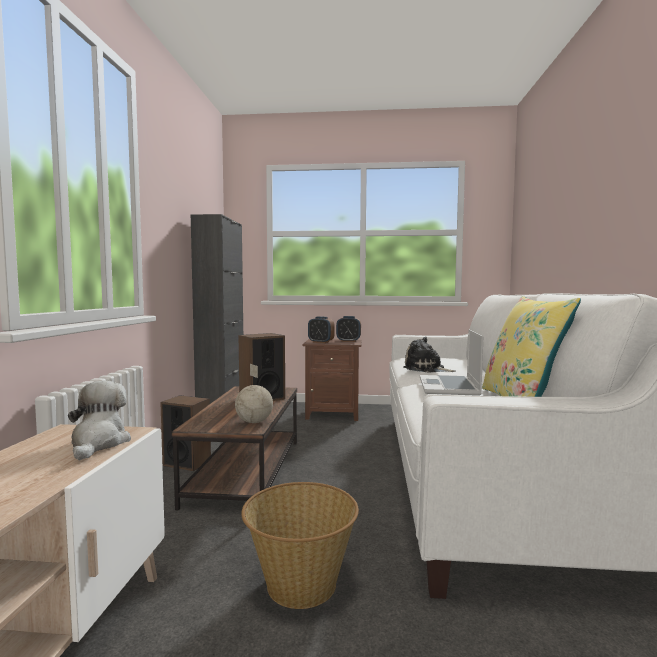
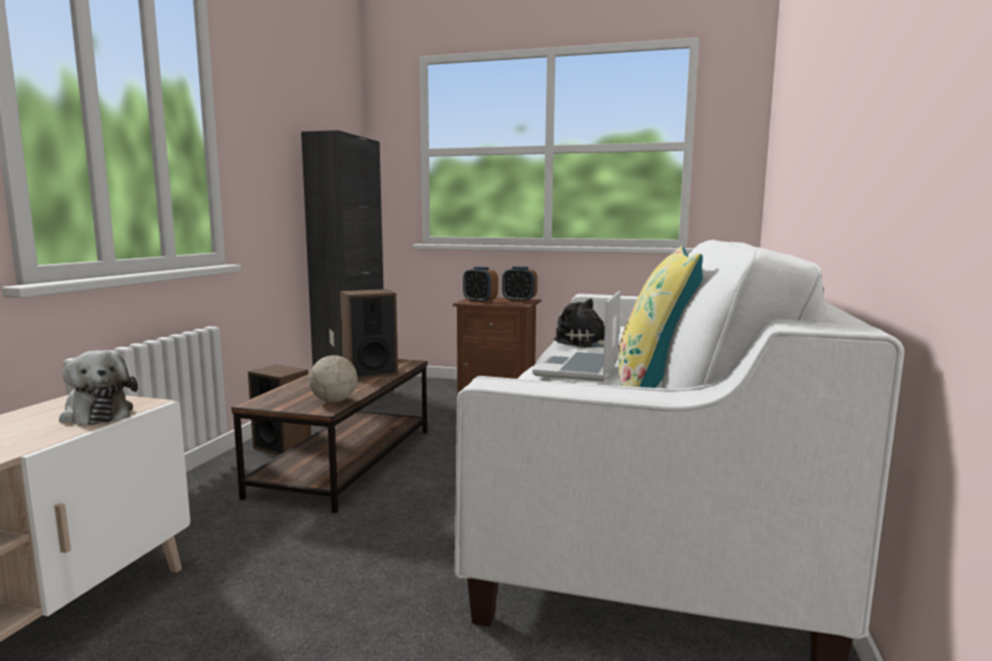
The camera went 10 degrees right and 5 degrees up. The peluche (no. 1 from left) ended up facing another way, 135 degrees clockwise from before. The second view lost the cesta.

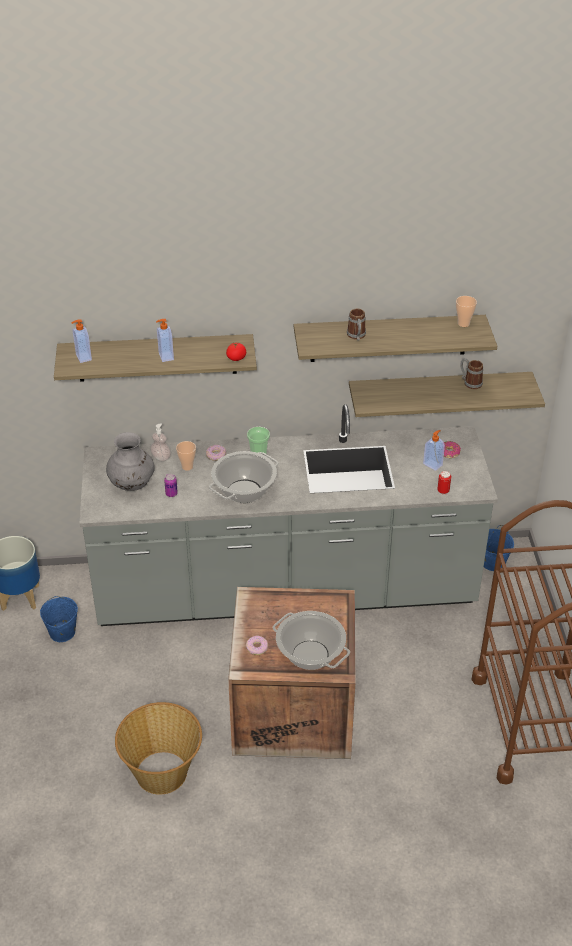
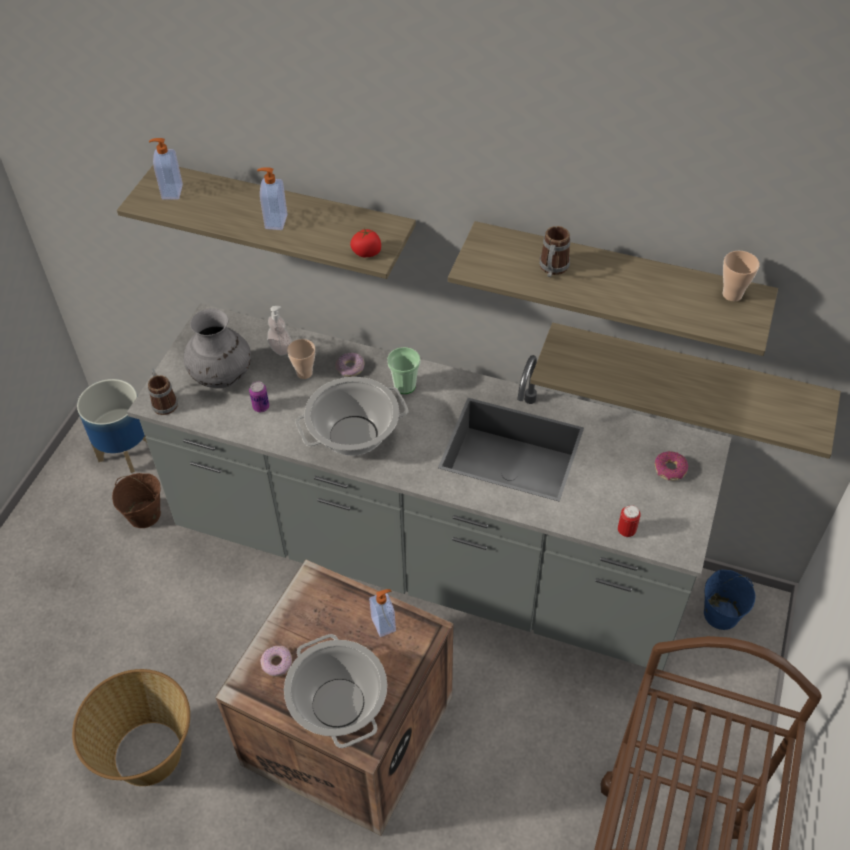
The camera went 25 degrees right and 10 degrees up. The taza grande (no. 2 from left in the first image) ended up elsewhere. The dispensador de jabón (no. 4 from left) ended up elsewhere. What was the cubo/azul (no. 1 from left) turned into the cubo/marrón.

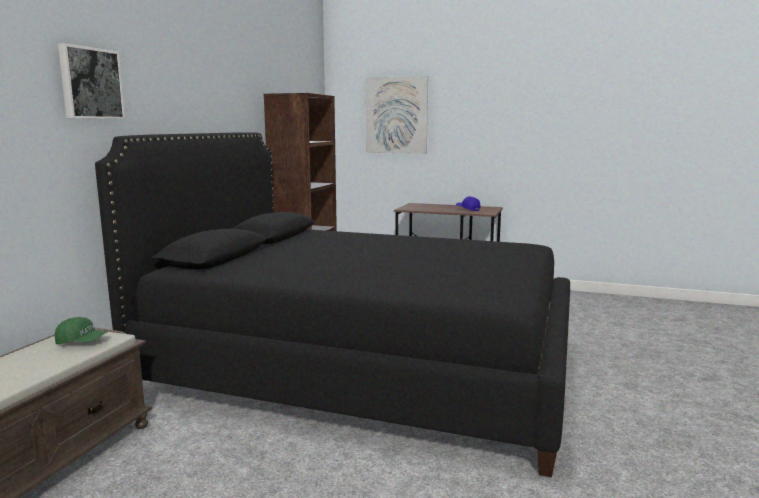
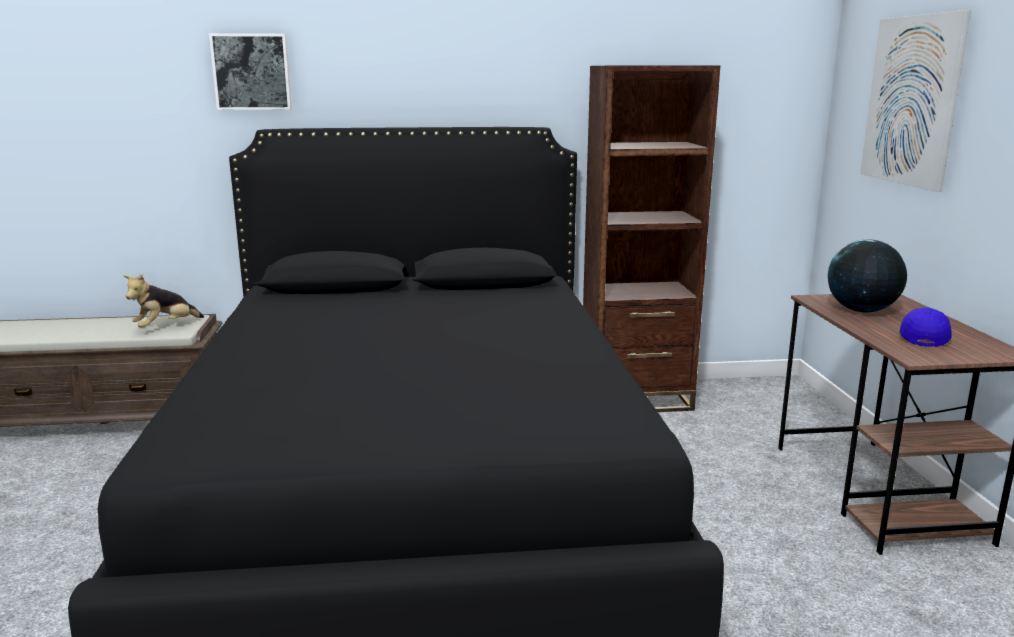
The camera went 65 degrees right and 5 degrees up. Where the gorra/verde stood, the peluche came to stand. The second view gained the globo terráqueo.

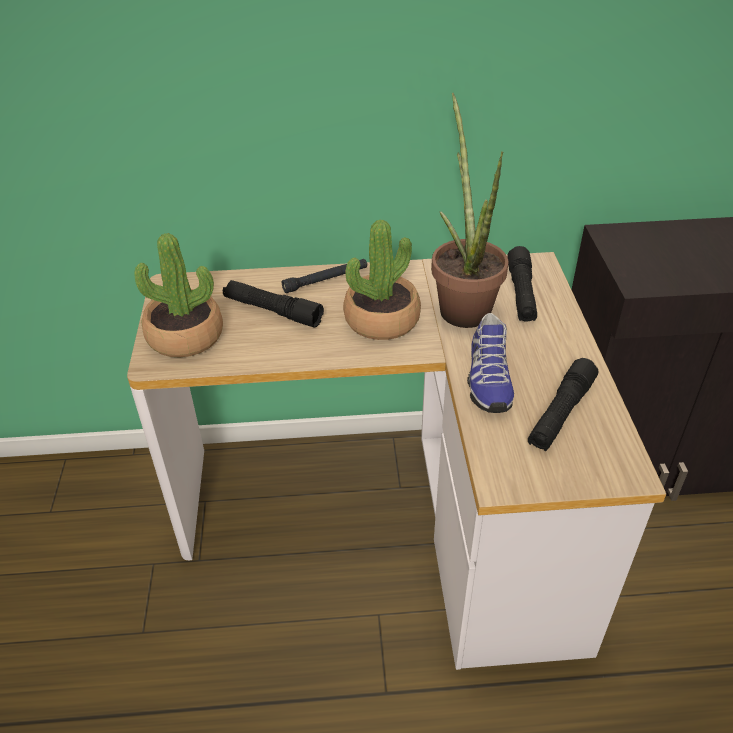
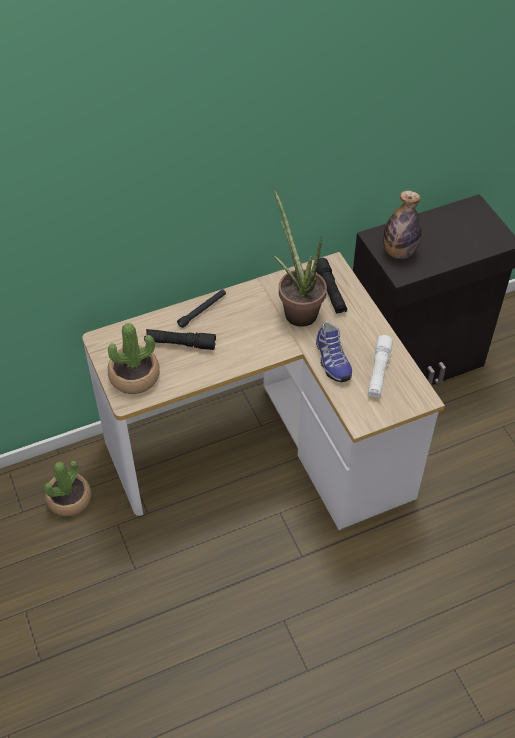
The camera went 20 degrees left and 10 degrees up. The planta en maceta (no. 2 from left in the first image) ended up elsewhere. What was the linterna/negro (no. 4 from left) turned into the linterna/blanco. The second view gained the botella.

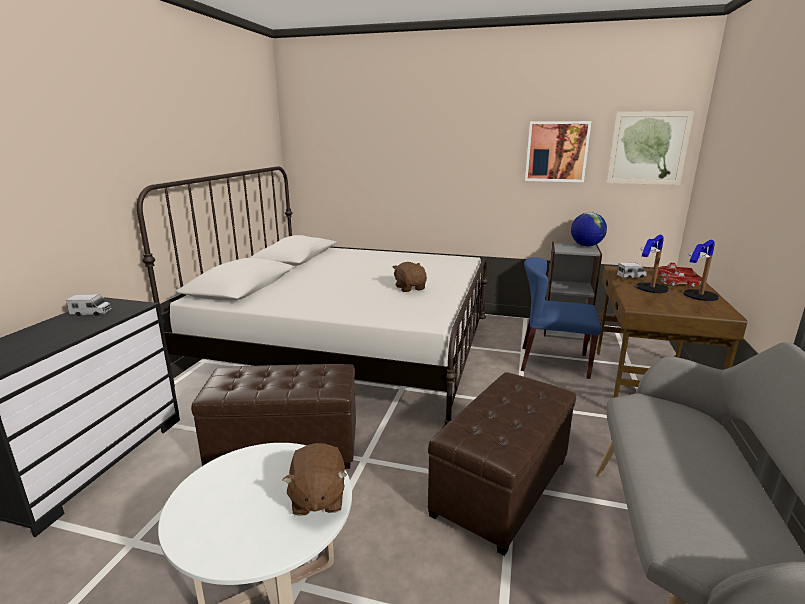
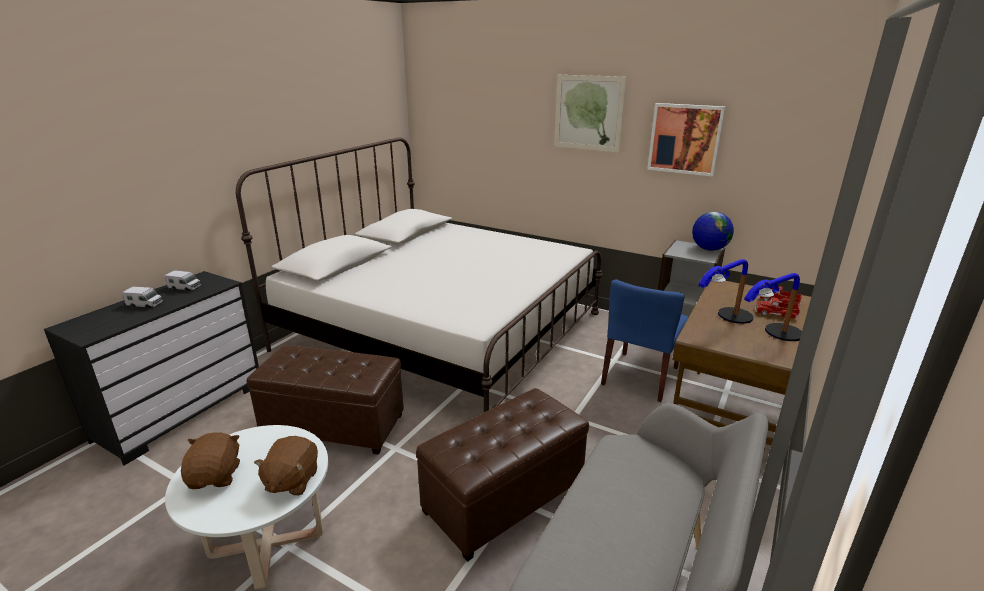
The camera went 15 degrees right and 5 degrees up. The cuadro (no. 2 from left in the first image) ended up elsewhere. The silla/azul ended up facing another way, 90 degrees counterclockwise from before. The peluche/marrón (no. 2 from left in the first image) ended up elsewhere. The camión de juguete (no. 2 from left in the first image) ended up elsewhere.

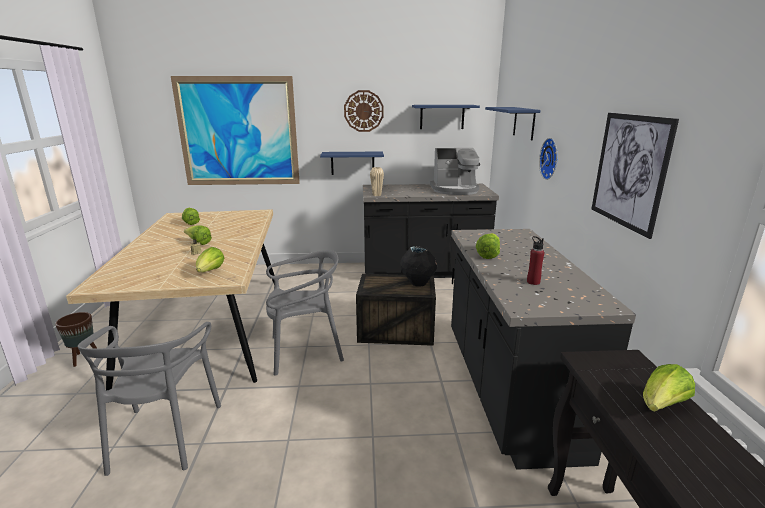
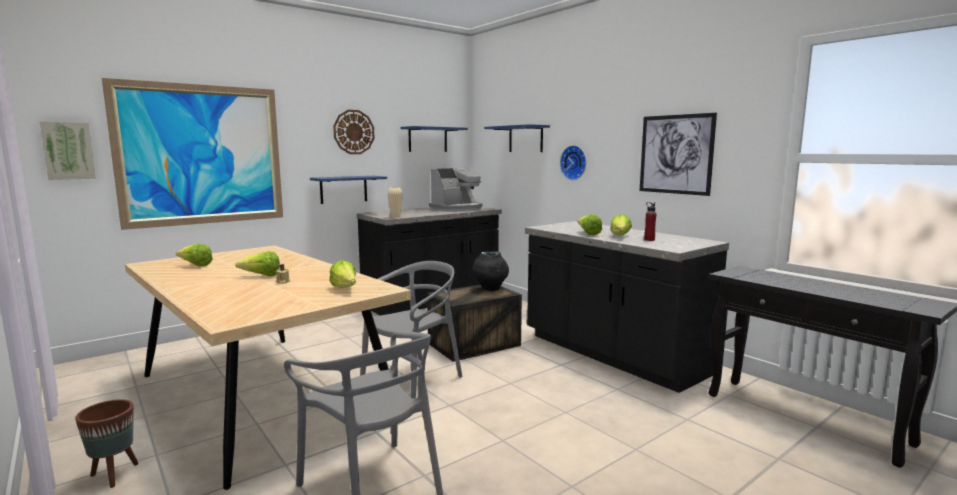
The camera went 35 degrees left and 10 degrees down. The lechuga (no. 5 from left) ended up elsewhere. The second view gained the cuadro (no. 1 from left).

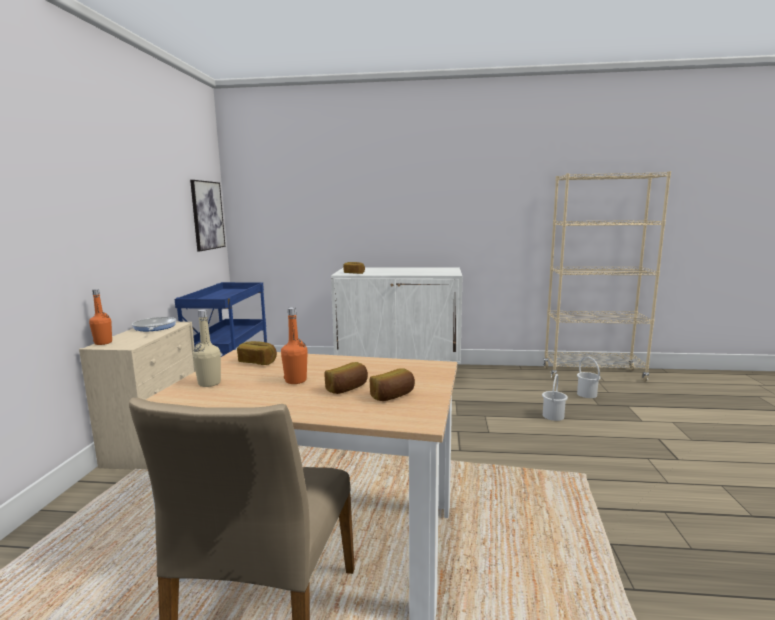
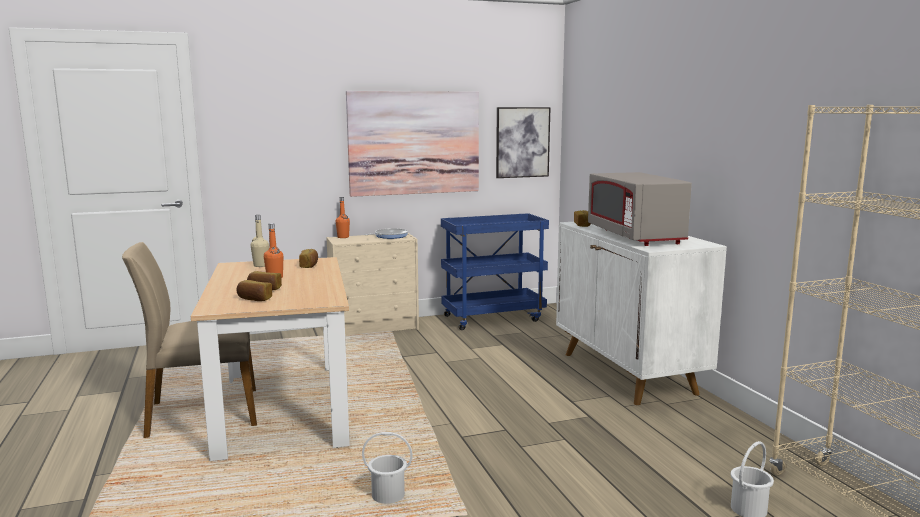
The camera went 65 degrees right and 0 degrees up. The cubo/blanco (no. 1 from left) ended up elsewhere. The second view gained the cuadro (no. 1 from left). The second view gained the microondas/gris.

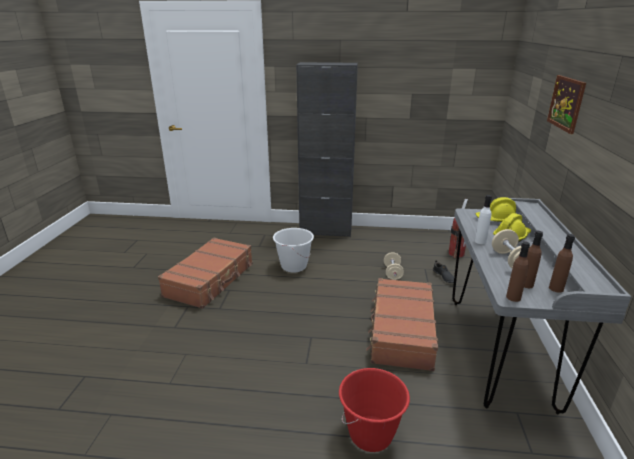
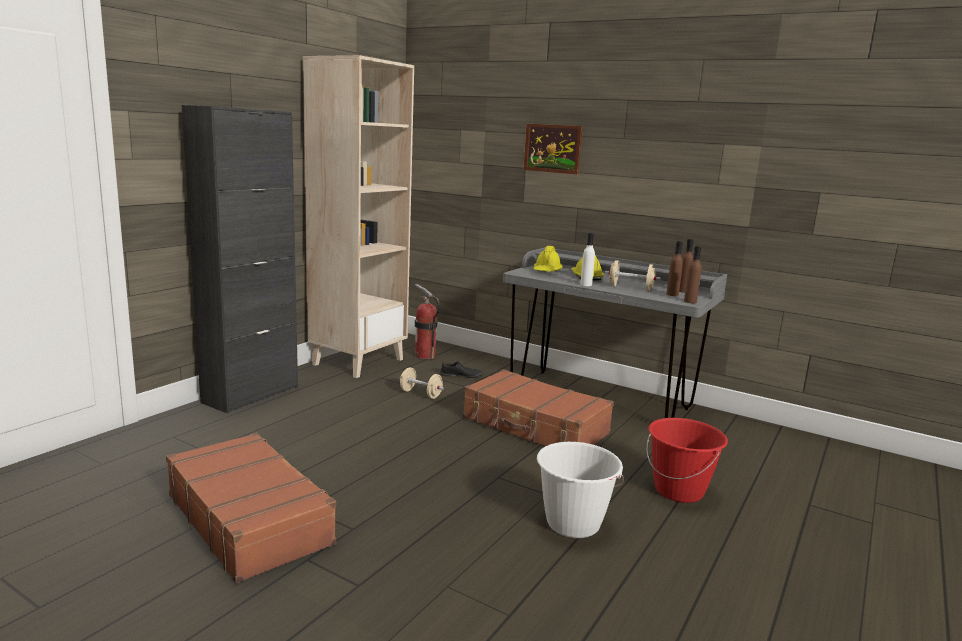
The camera went 65 degrees left and 10 degrees down. The cubo/blanco ended up elsewhere. The second view gained the estantería/beis.

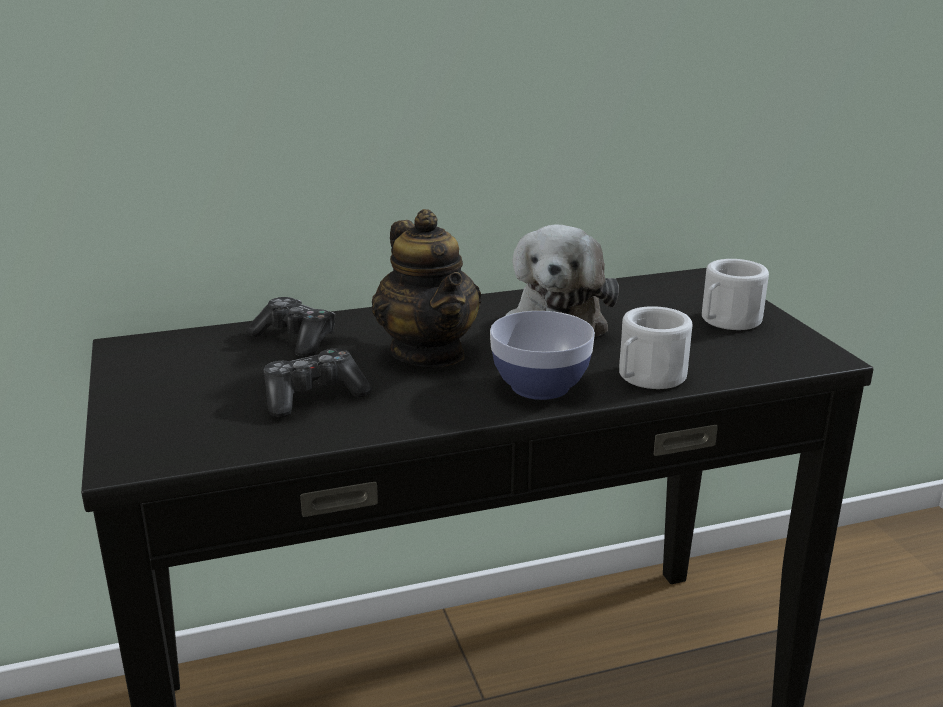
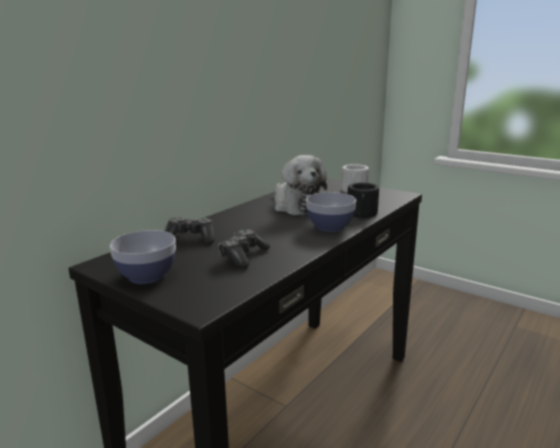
The camera went 35 degrees left and 5 degrees down. The second view lost the tetera. What was the taza grande/blanco (no. 1 from left) turned into the taza grande/negro. The second view gained the cuenco (no. 1 from left).

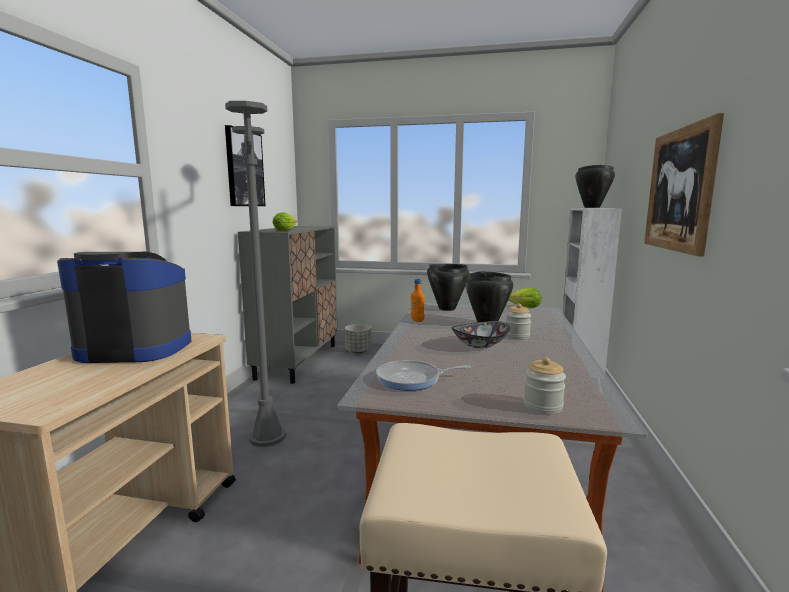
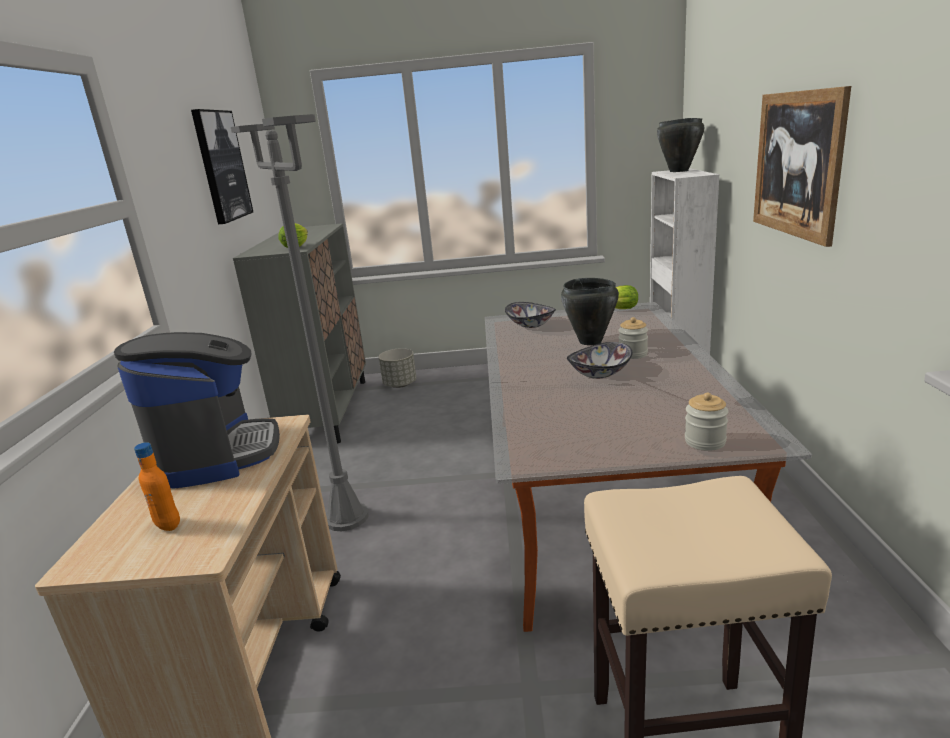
The camera went 10 degrees left and 10 degrees up. The cafetera ended up facing another way, 90 degrees clockwise from before. Where the olla/negro (no. 1 from left) stood, the cuenco (no. 1 from left) came to stand. The botella/naranja ended up elsewhere. The second view lost the sartén.

